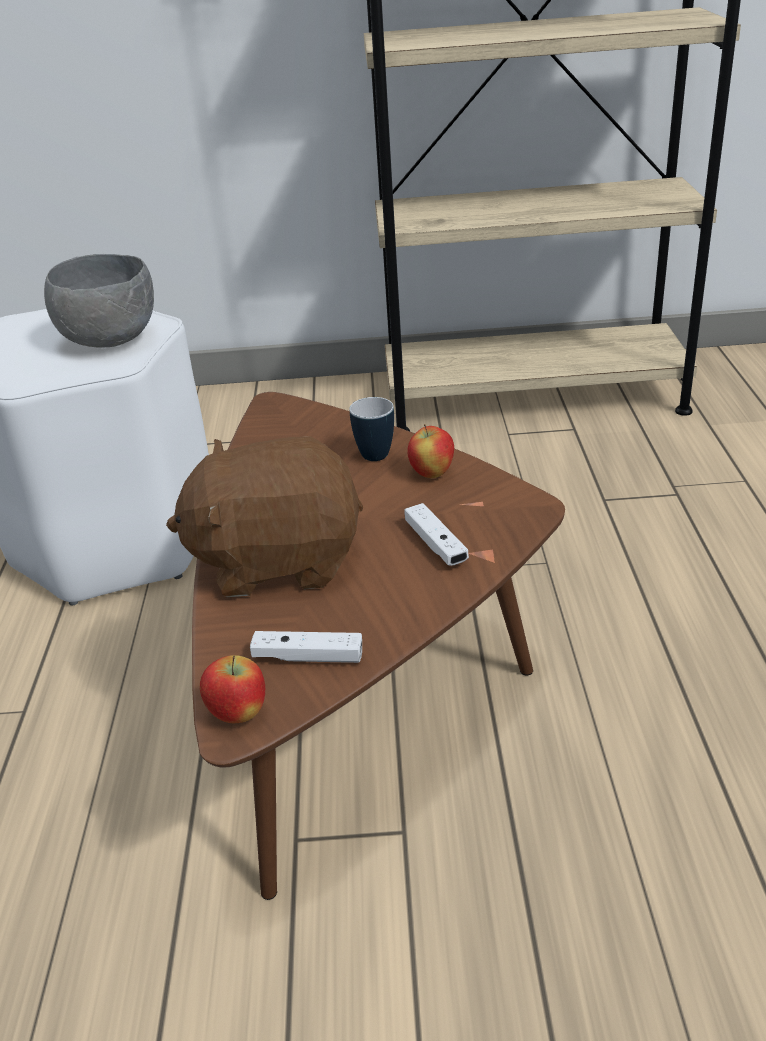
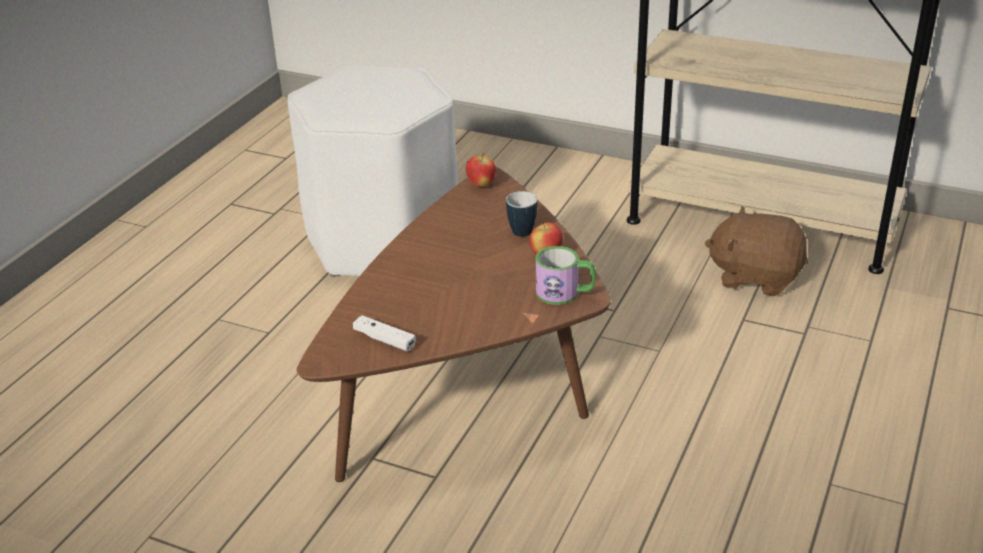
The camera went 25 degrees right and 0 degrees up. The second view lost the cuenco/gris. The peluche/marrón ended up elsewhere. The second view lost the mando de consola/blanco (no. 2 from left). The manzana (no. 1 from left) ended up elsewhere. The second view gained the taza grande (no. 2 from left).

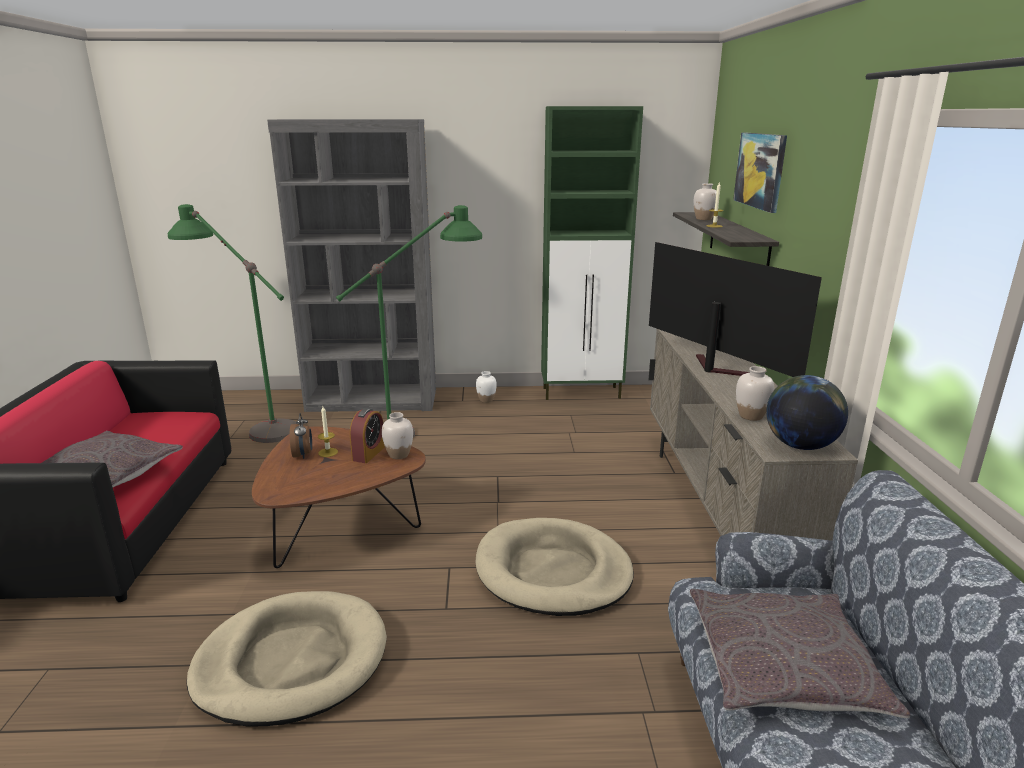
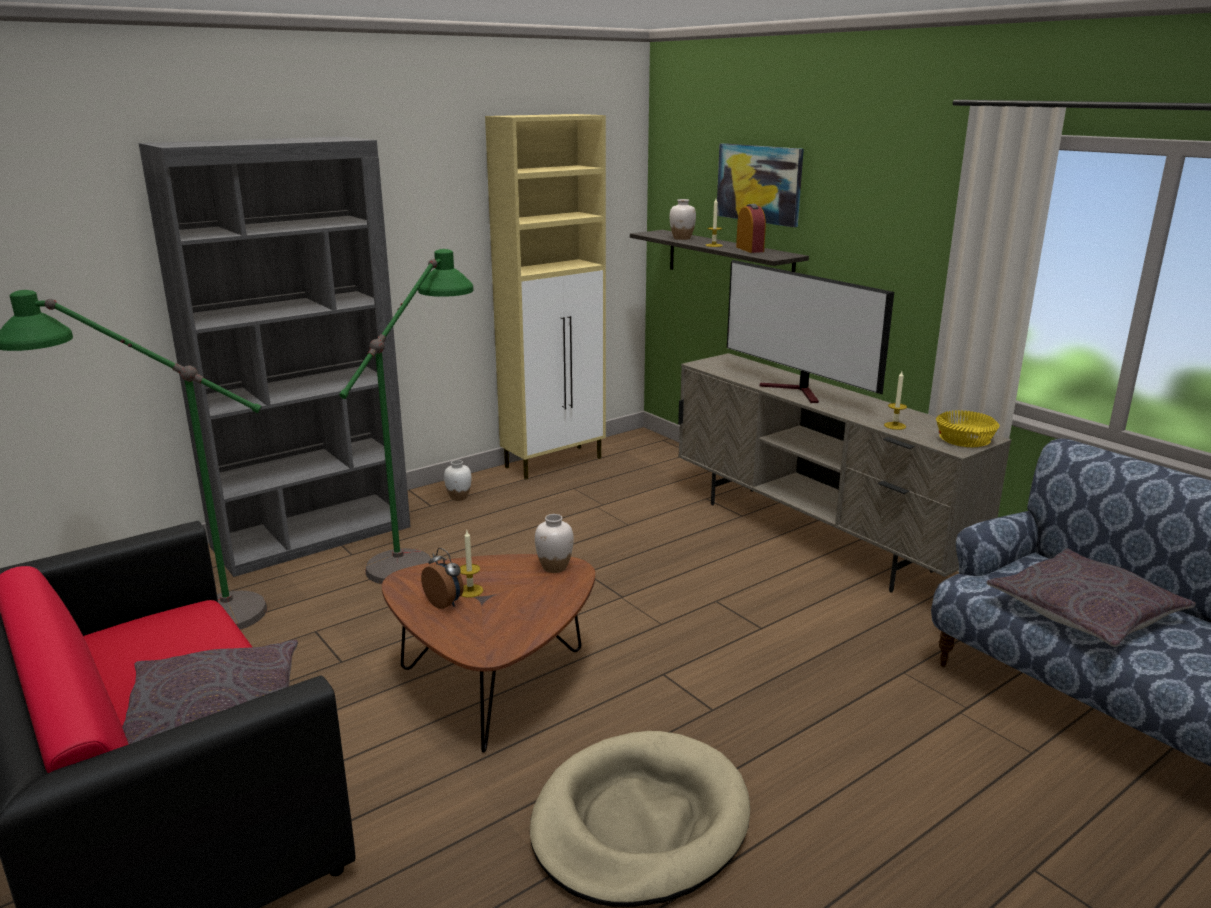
The camera went 35 degrees left and 0 degrees up. What was the armario/verde turned into the armario/beis. The televisor ended up facing another way, 150 degrees counterclockwise from before. Where the florero/blanco (no. 4 from left) stood, the vela (no. 3 from left) came to stand. Where the globo terráqueo stood, the cuenco/amarillo came to stand. The despertador (no. 2 from left) ended up elsewhere. The second view lost the cama para perro/beis (no. 2 from left).

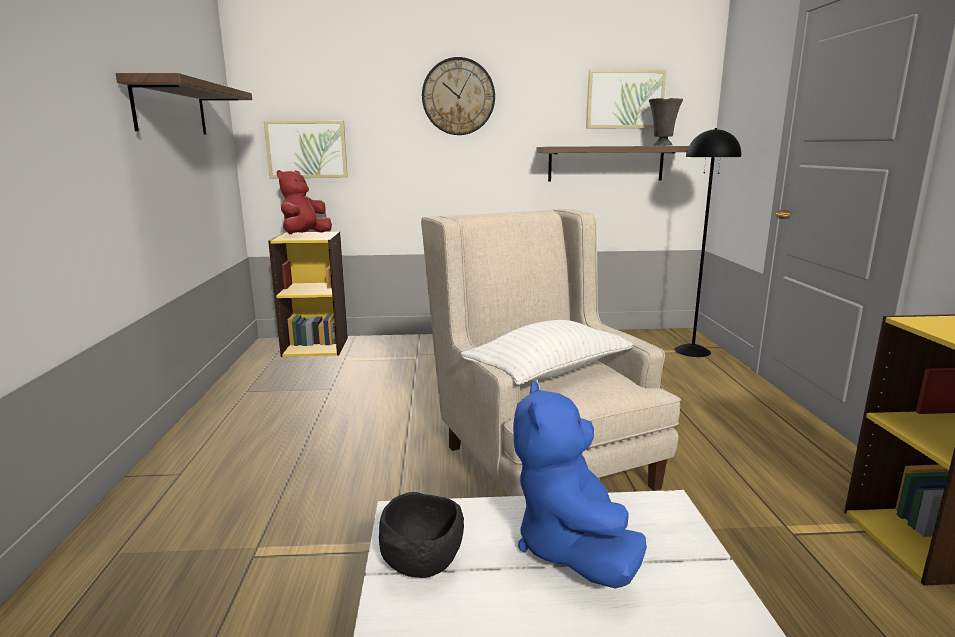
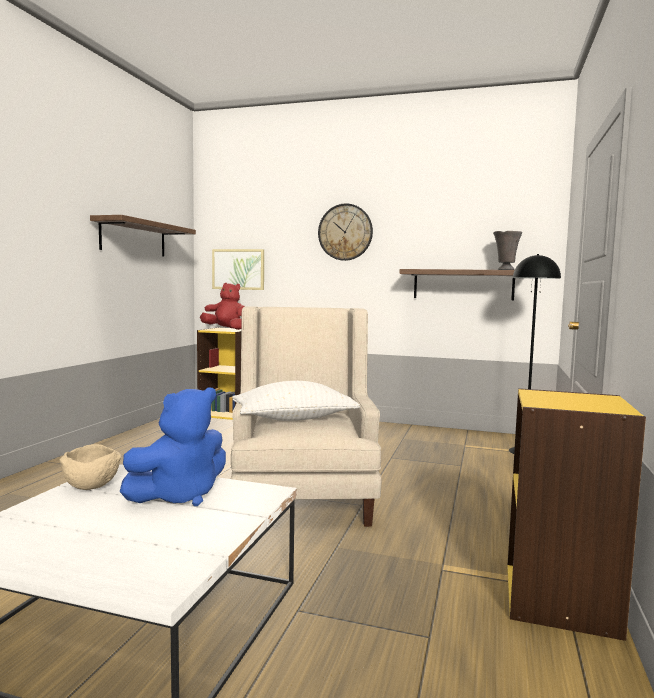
The camera went 20 degrees right and 10 degrees down. The second view lost the cuadro (no. 2 from left). The peluche/rojo ended up facing another way, 60 degrees clockwise from before. The peluche/azul ended up facing another way, 150 degrees counterclockwise from before. What was the cuenco/negro turned into the cuenco/beis.

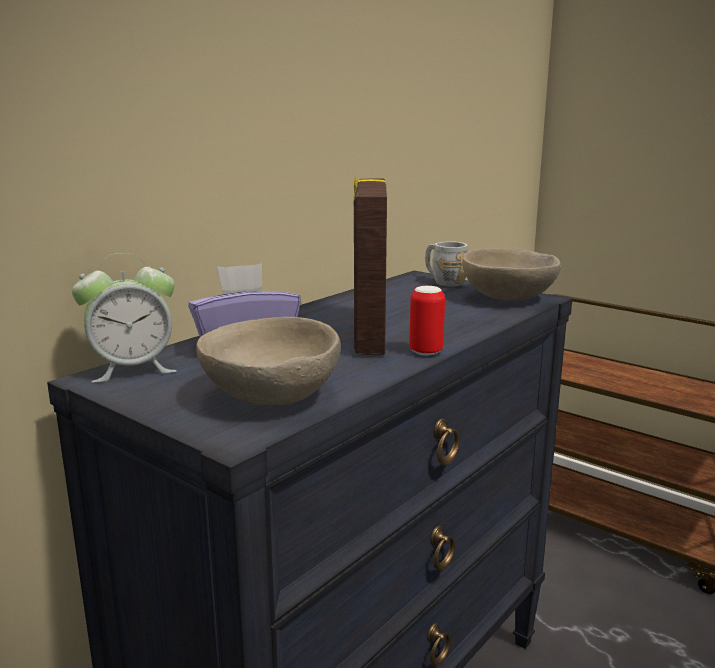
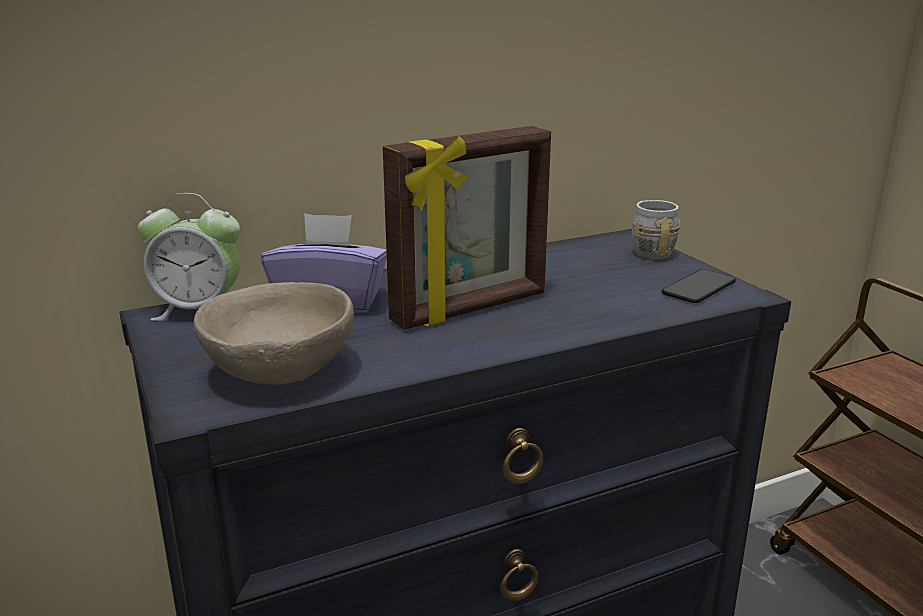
The camera went 25 degrees right and 5 degrees up. The portarretratos ended up facing another way, 150 degrees counterclockwise from before. Where the cuenco/beis (no. 2 from left) stood, the móvil came to stand. The second view lost the lata.

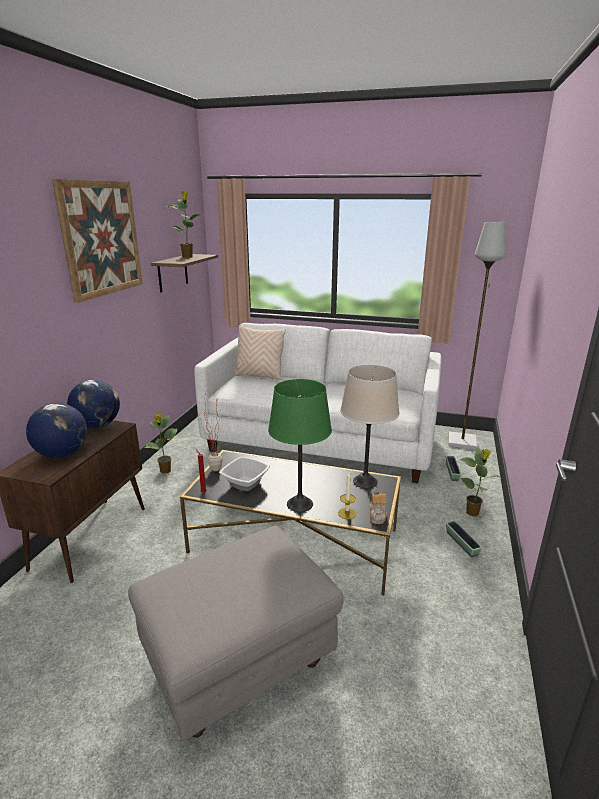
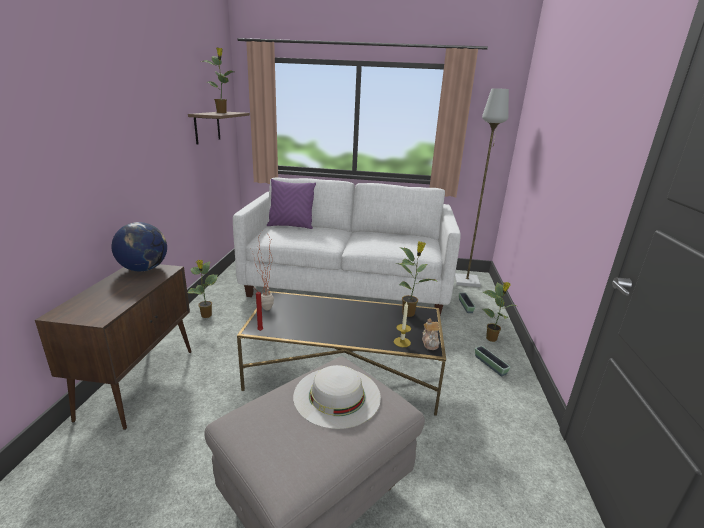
The camera went 10 degrees left and 0 degrees up. The second view lost the cuadro. What was the cojín/beis turned into the cojín/morado. Where the lámpara de mesa/beis stood, the planta en maceta (no. 4 from left) came to stand. The second view lost the lámpara de mesa/verde. The second view lost the globo terráqueo (no. 1 from left). The second view lost the cuenco. The second view gained the sombrero/blanco.

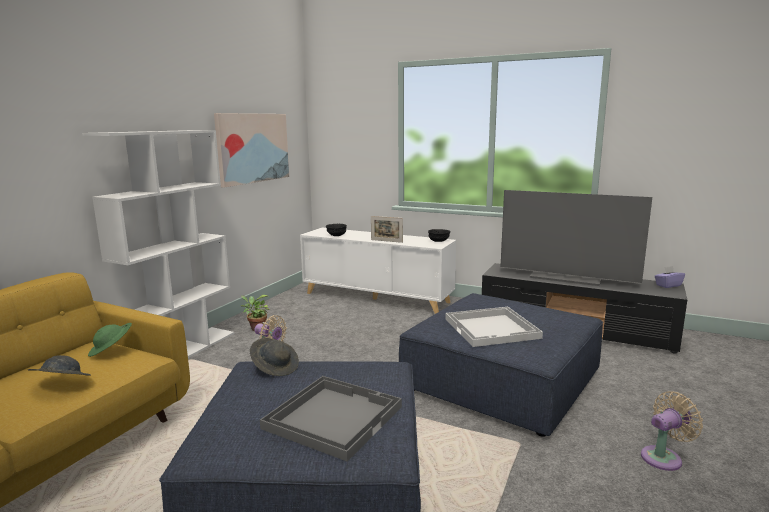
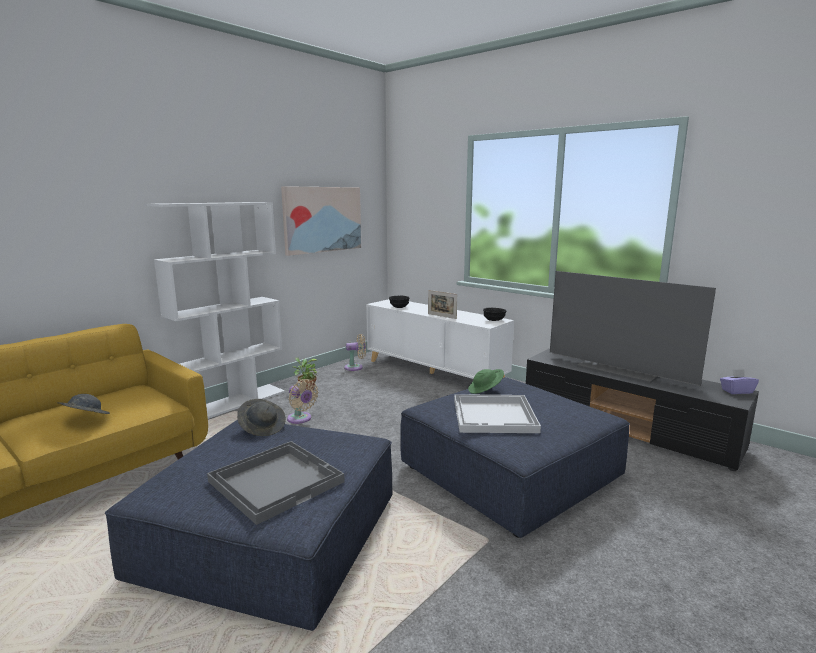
The camera went 15 degrees right and 0 degrees up. The sombrero/verde ended up elsewhere. The ventilador/beis (no. 2 from left) ended up elsewhere.

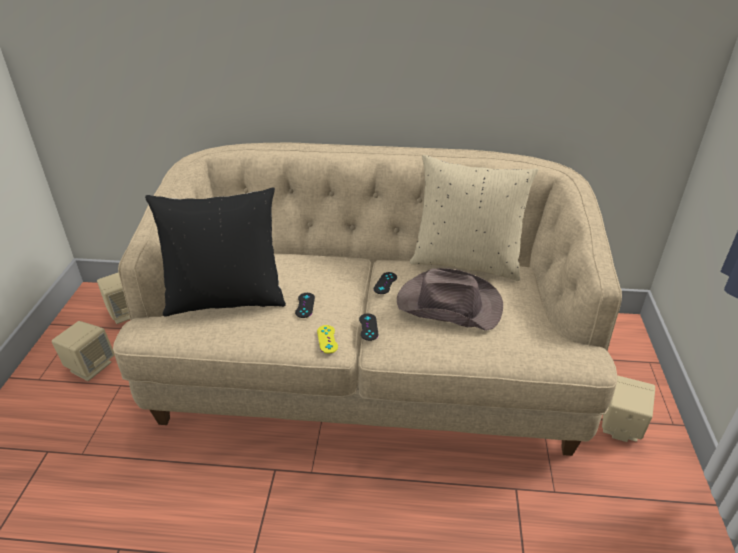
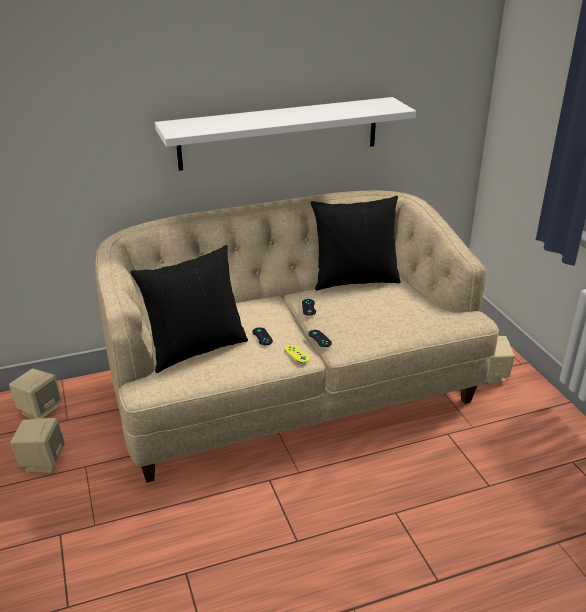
The camera went 25 degrees left and 5 degrees down. What was the cojín/beis turned into the cojín/negro (no. 2 from left). The second view lost the sombrero/marrón. The second view gained the estante/blanco.

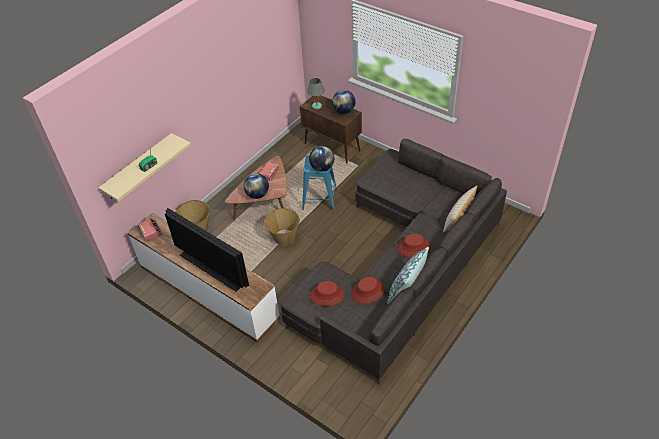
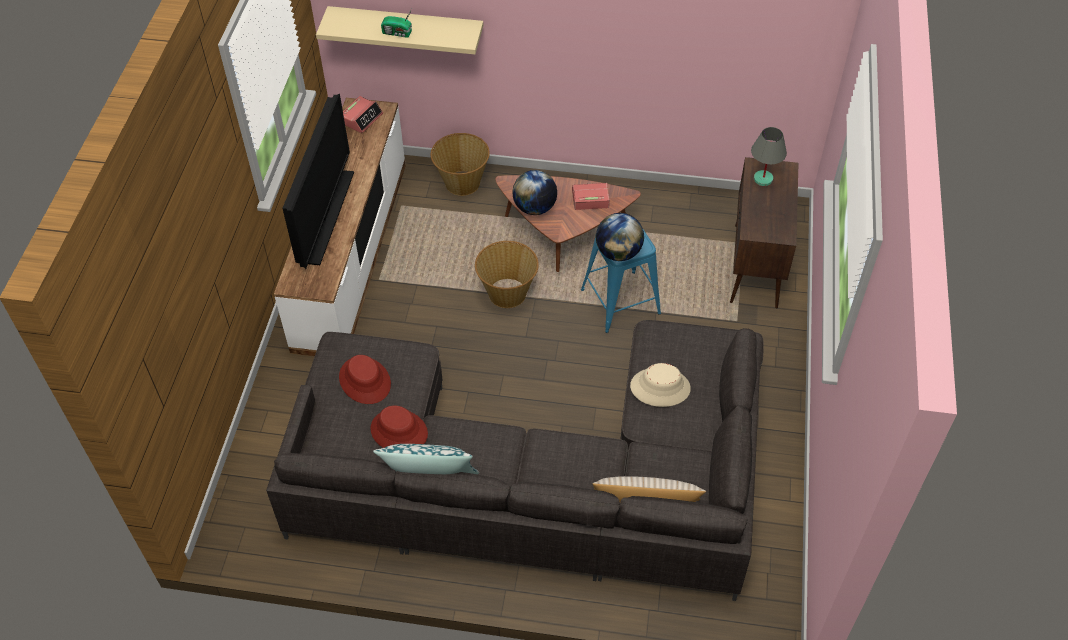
The camera went 60 degrees right and 5 degrees up. The second view lost the globo terráqueo (no. 3 from left). The second view lost the sombrero/rojo (no. 3 from left). The second view gained the sombrero/beis.

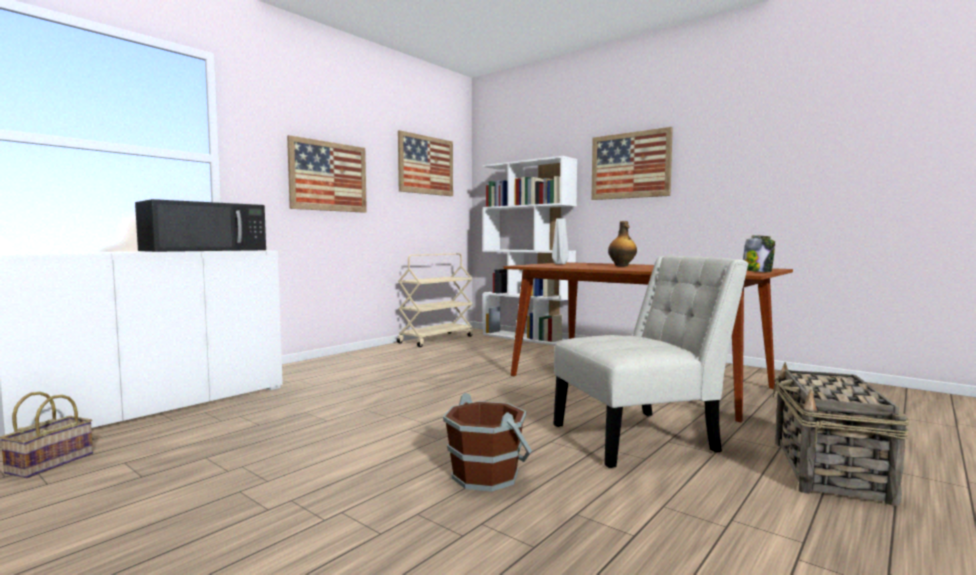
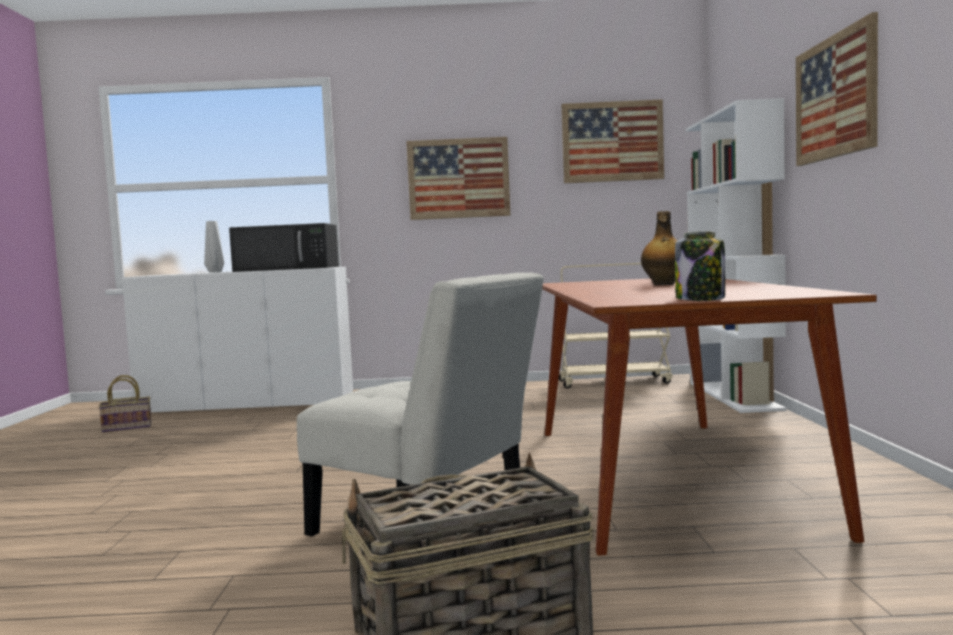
The camera went 50 degrees right and 0 degrees up. The florero/gris ended up elsewhere. The second view lost the cubo/marrón.

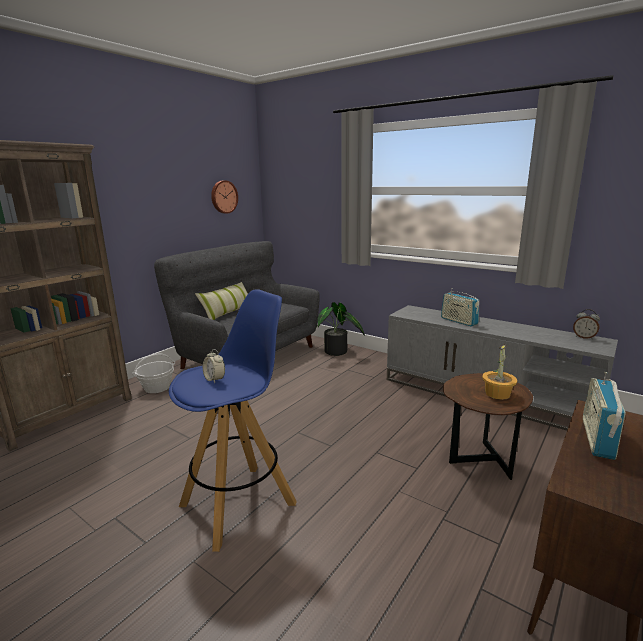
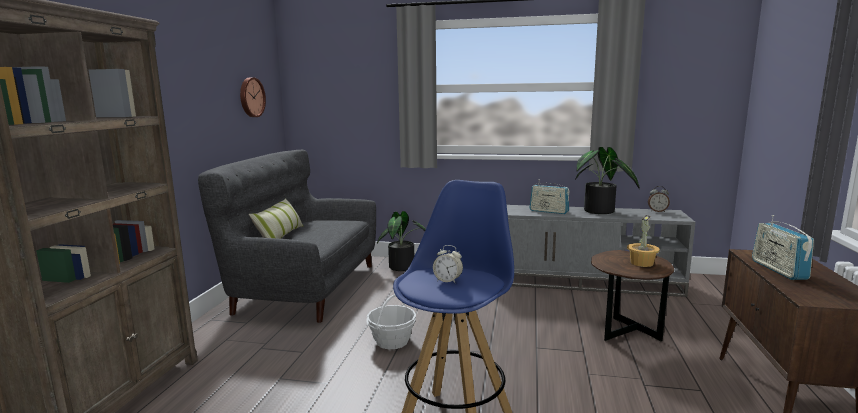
The camera went 25 degrees left and 5 degrees down. The cesta ended up elsewhere. The second view gained the planta en maceta (no. 2 from left).

